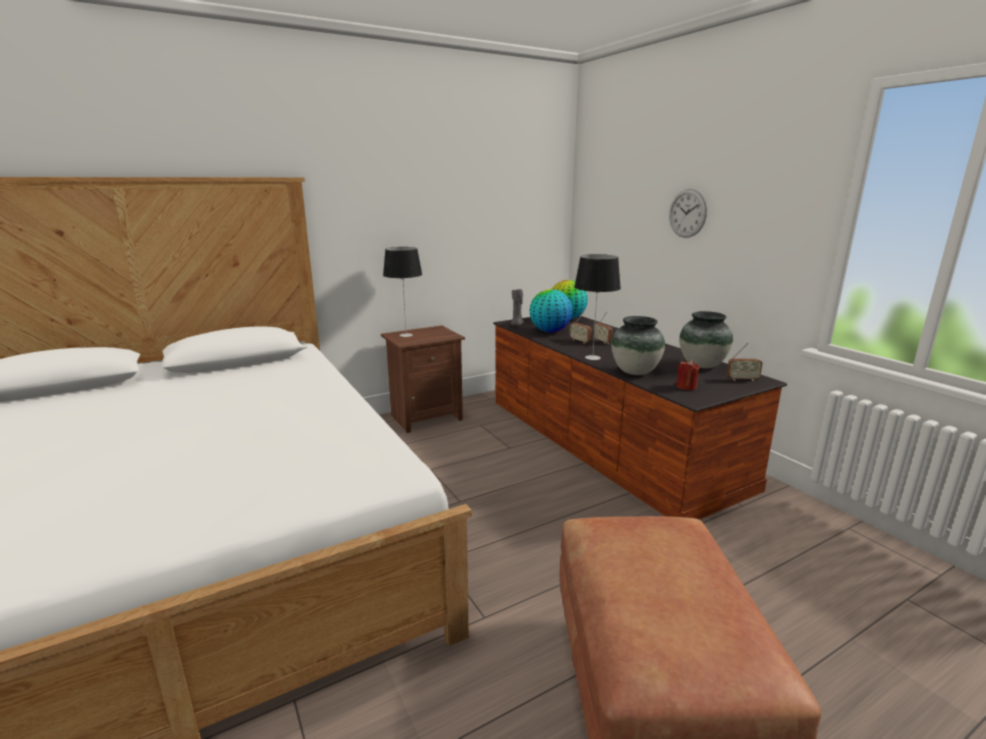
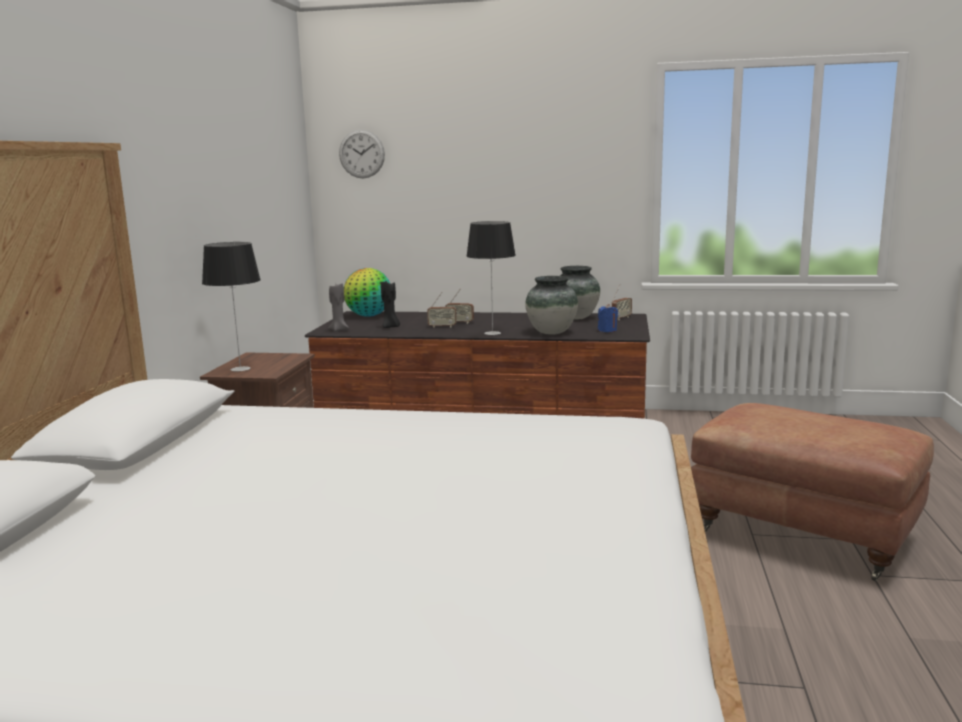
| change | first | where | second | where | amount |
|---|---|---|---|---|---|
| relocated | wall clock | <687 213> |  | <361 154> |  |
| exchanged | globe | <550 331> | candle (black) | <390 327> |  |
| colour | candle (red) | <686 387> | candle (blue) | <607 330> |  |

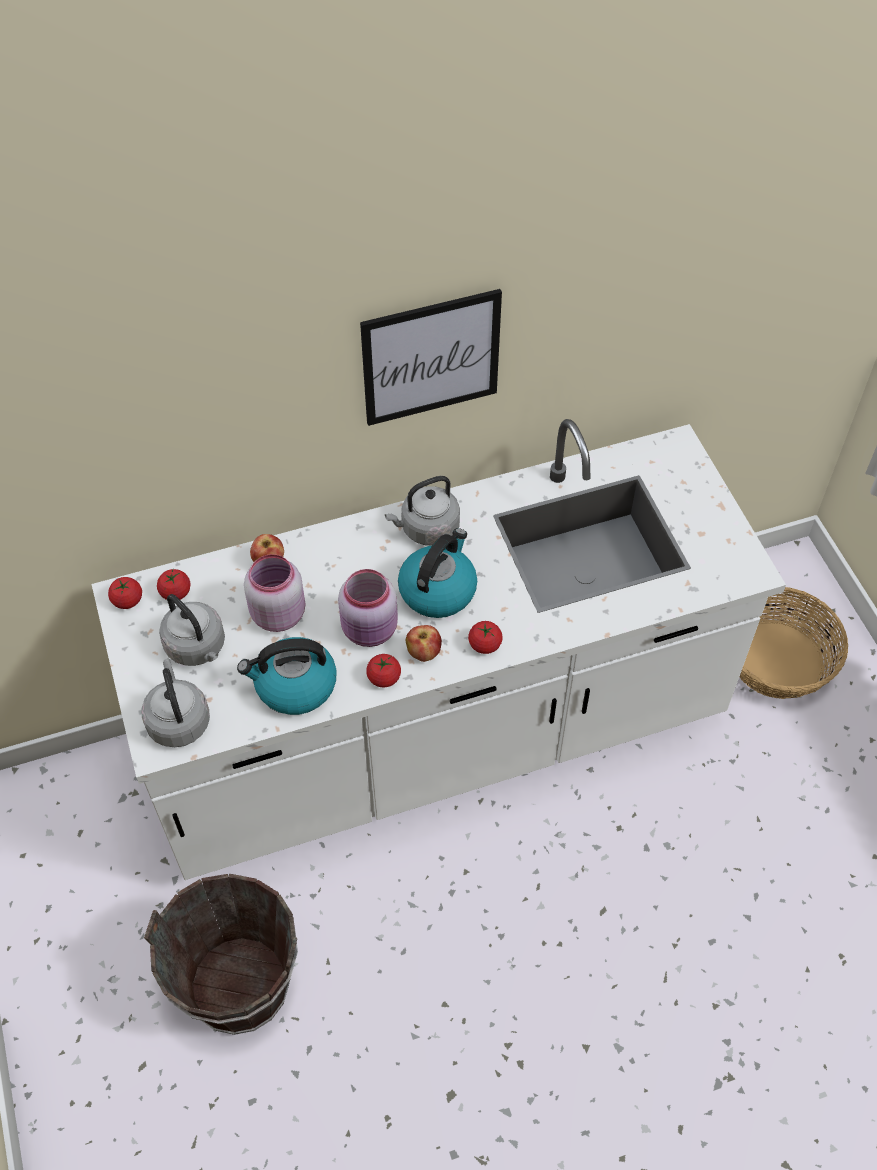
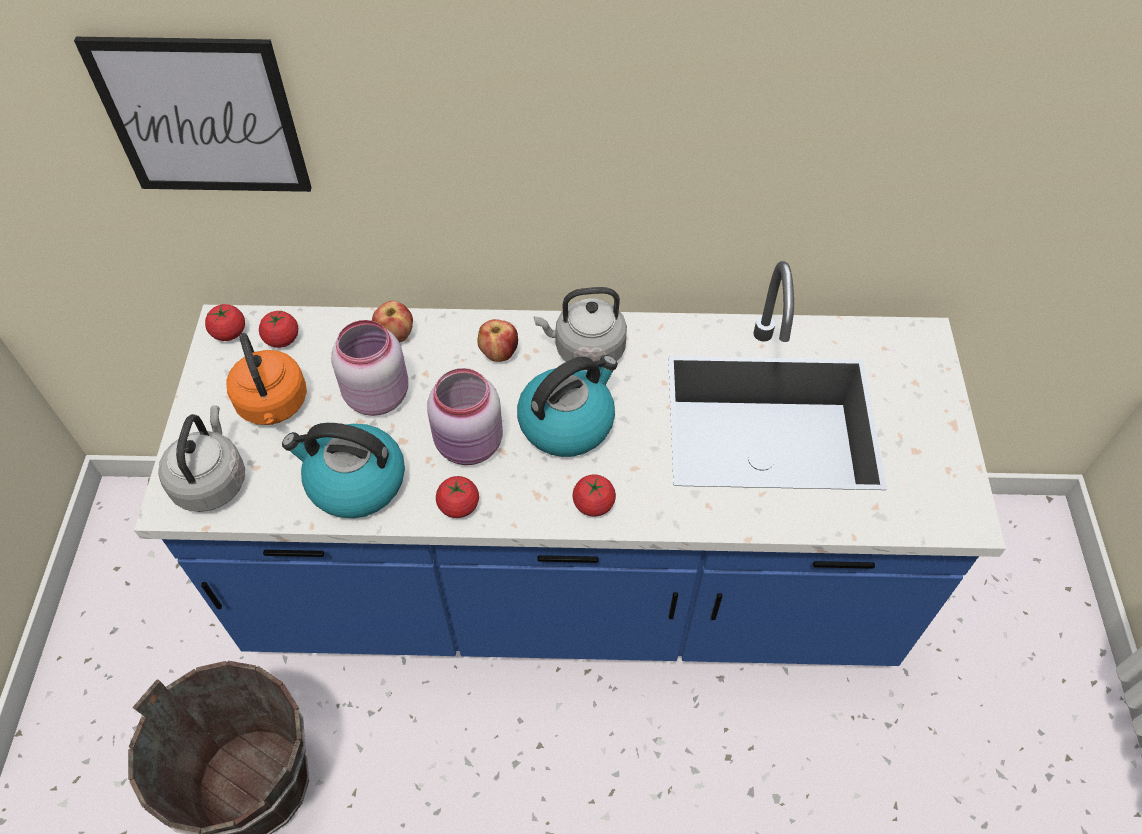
| change | first | where | second | where | amount |
|---|---|---|---|---|---|
| missing | basket | <777 659> |  |  |  |
| relocated | picture | <431 357> |  | <202 117> |  |
| relocated | apple | <424 652> |  | <499 353> |  |
| colour | counter (white) | <439 737> | counter (blue) | <571 586> |  |
| colour | kettle (grey) | <197 647> | kettle (orange) | <273 405> |  |

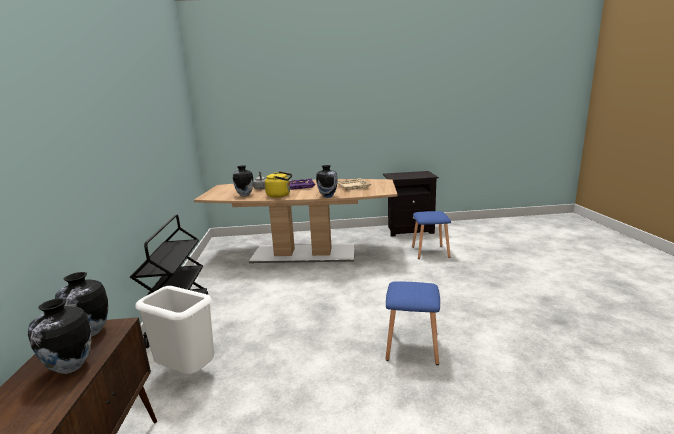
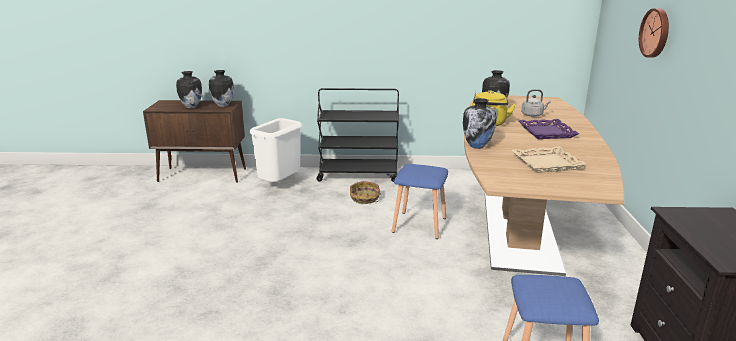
| change | first | where | second | where | amount |
|---|---|---|---|---|---|
| appeared |  |  | basket | <365 198> |  |
| appeared |  |  | wall clock | <656 33> |  |
| relocated | stool (blue) | <411 347> |  | <419 224> |  |

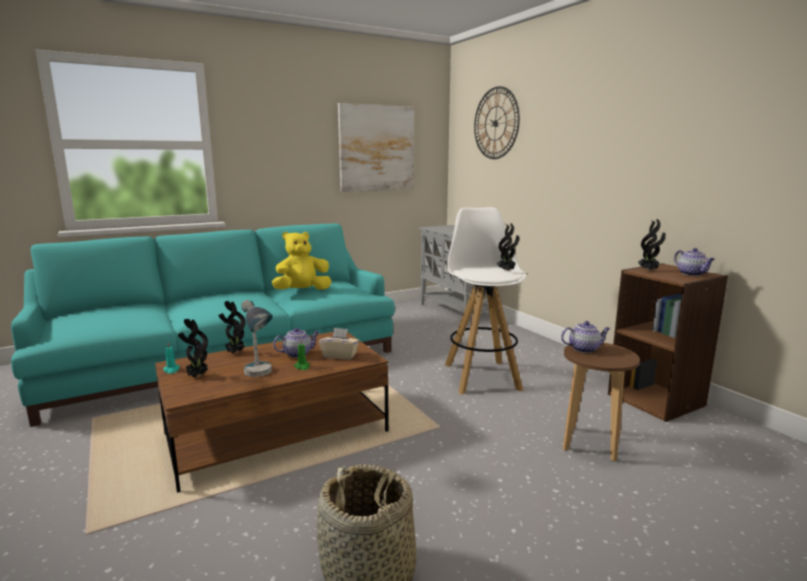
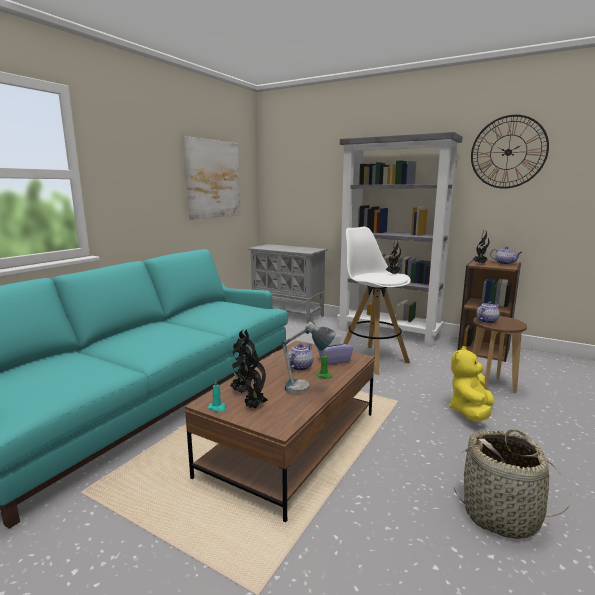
| change | first | where | second | where | amount |
|---|---|---|---|---|---|
| appeared |  |  | potted plant | <241 392> |  |
| appeared |  |  | bookcase (grey) | <389 332> |  |
| relocated | plush toy (yellow) | <302 291> |  | <470 412> |  |
| relocated | wall clock | <495 123> |  | <508 152> |  |
| colour | tissue box (beige) | <340 355> | tissue box (purple) | <334 360> |  |

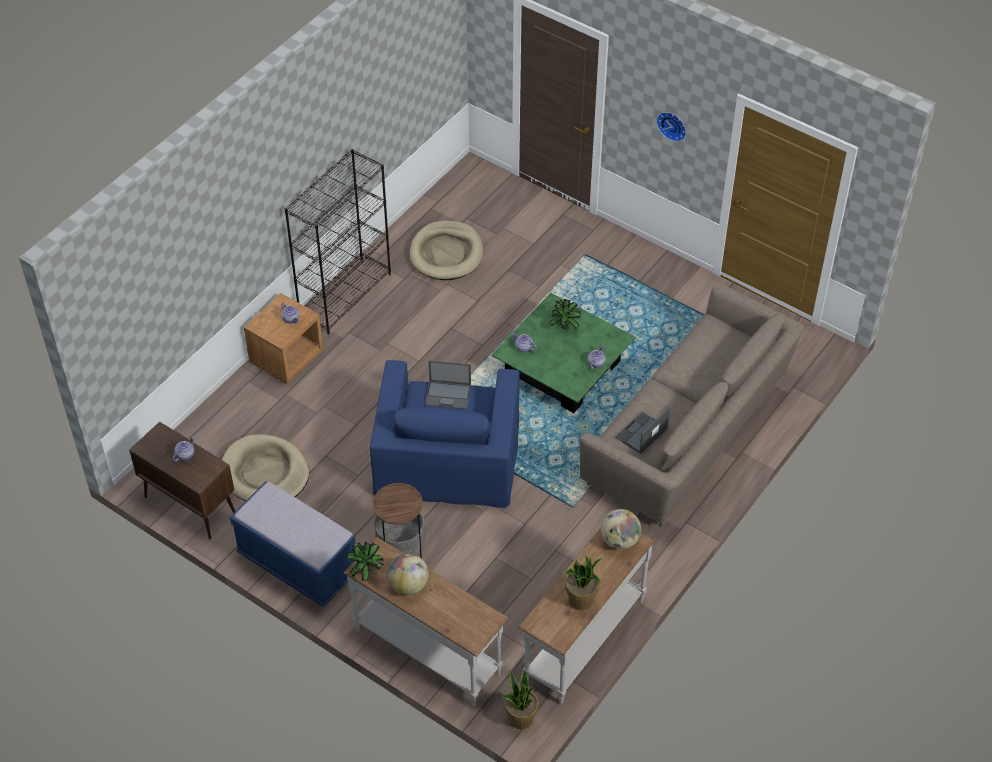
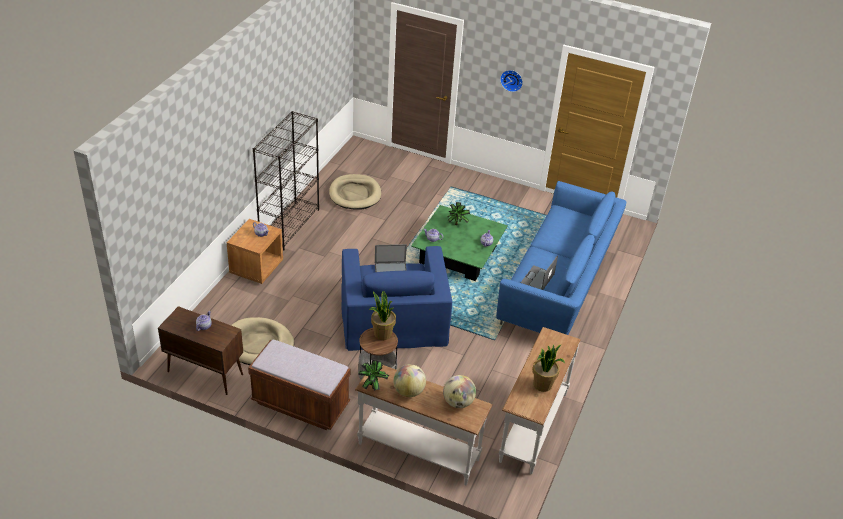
| change | first | where | second | where | amount |
|---|---|---|---|---|---|
| relocated | potted plant | <520 719> |  | <382 334> |  |
| relocated | globe | <619 540> |  | <458 402> |  |
| colour | bench (blue) | <297 565> | bench (brown) | <300 404> |  |
| colour | sofa (beige) | <689 432> | sofa (blue) | <558 284> |  |

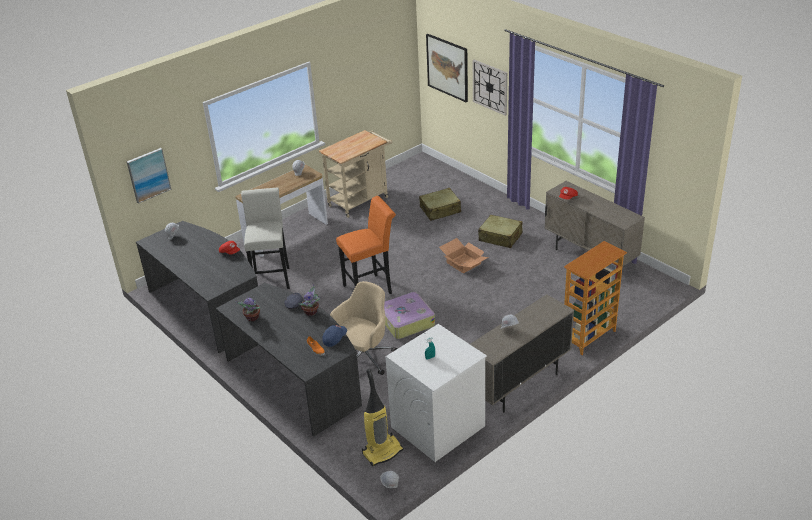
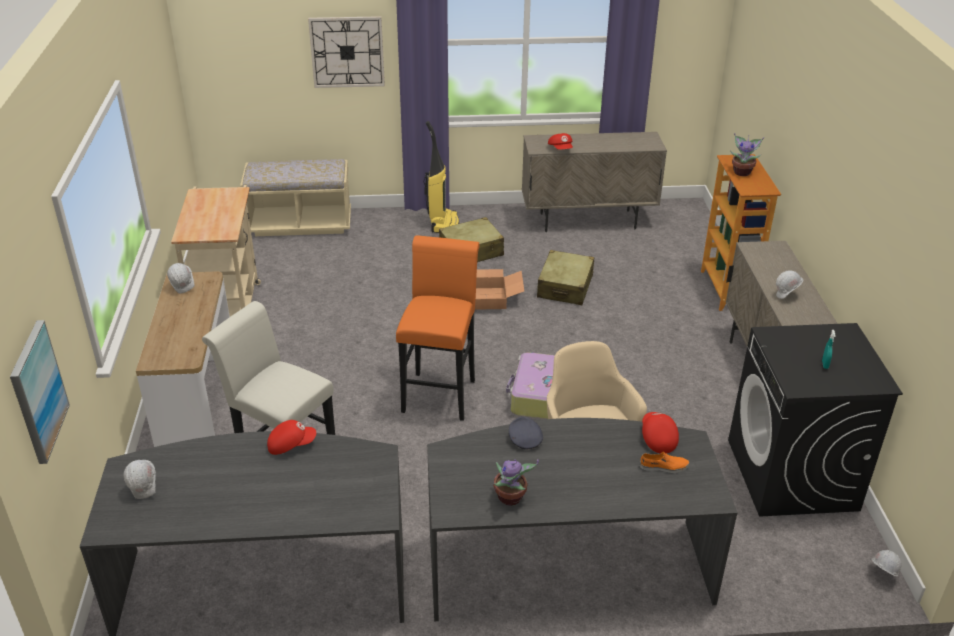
| change | first | where | second | where | amount |
|---|---|---|---|---|---|
| missing | picture | <447 67> |  |  |  |
| appeared |  |  | bench (beige) | <300 224> |  |
| relocated | potted plant | <311 312> |  | <742 172> |  |
| relocated | vacuum cleaner | <382 451> |  | <443 223> |  |
| relocated | suitcase (beige) | <440 210> |  | <565 287> |  |
| colour | cap (blue) | <334 339> | cap (red) | <657 438> |  |
| colour | washing machine (white) | <437 427> | washing machine (black) | <792 475> |  |

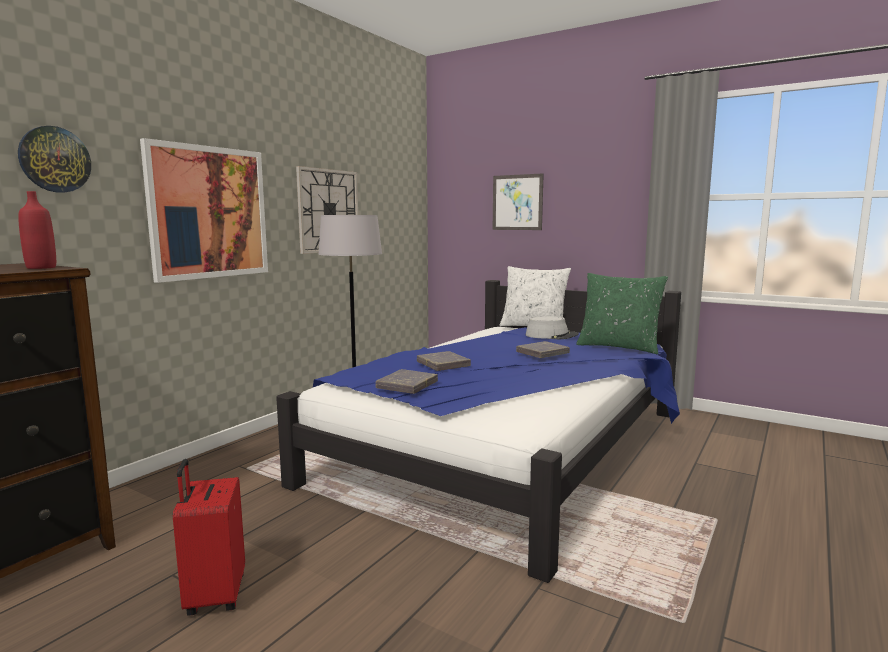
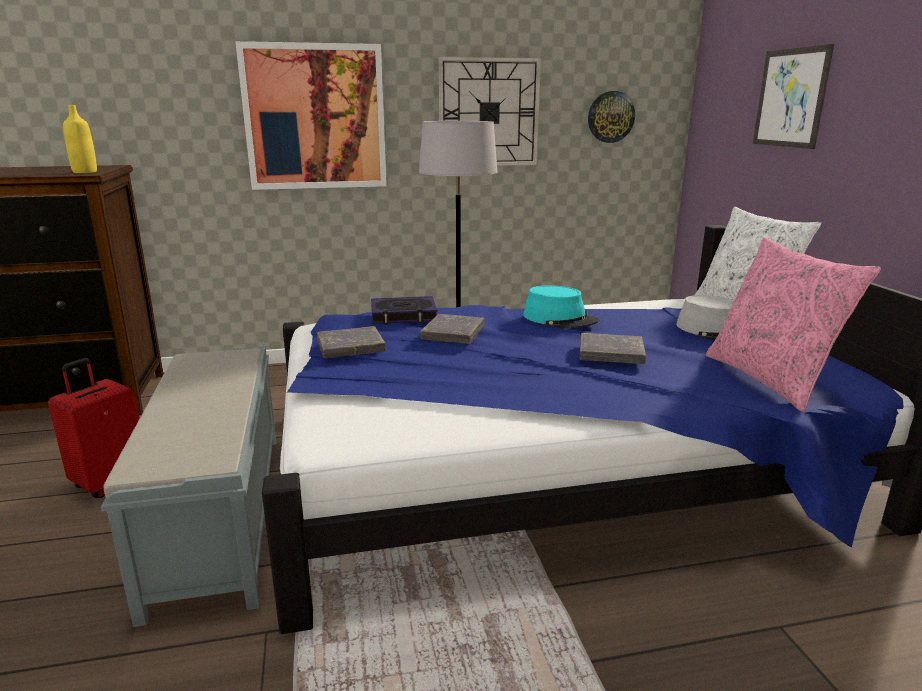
| change | first | where | second | where | amount |
|---|---|---|---|---|---|
| appeared |  |  | bench (grey) | <220 516> |  |
| appeared |  |  | book | <403 315> |  |
| appeared |  |  | hat (turquoise) | <560 319> |  |
| relocated | wall clock | <55 159> |  | <610 117> |  |
| colour | bottle (red) | <41 267> | bottle (yellow) | <85 172> |  |
| colour | pillow (green) | <619 347> | pillow (pink) | <770 379> |  |

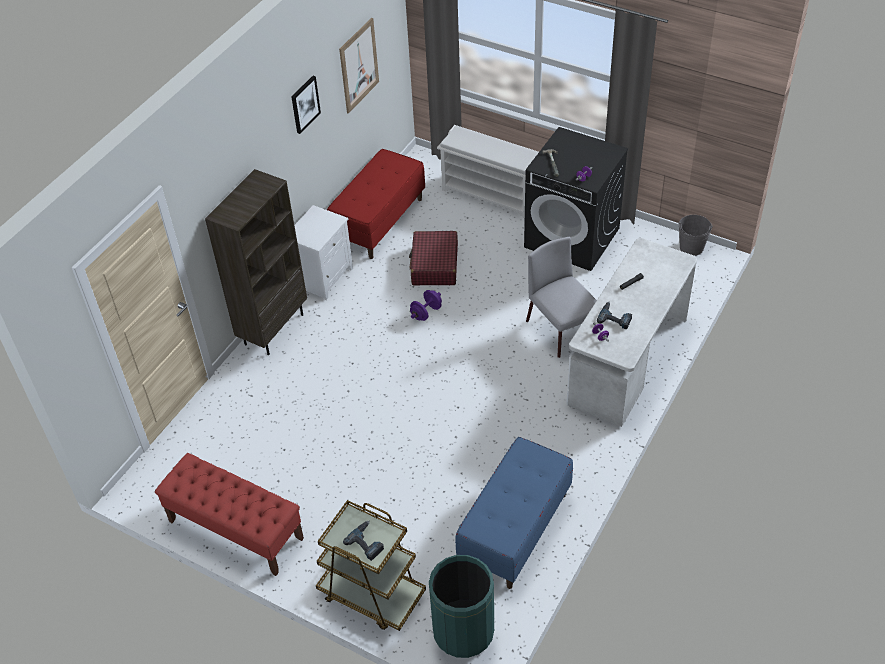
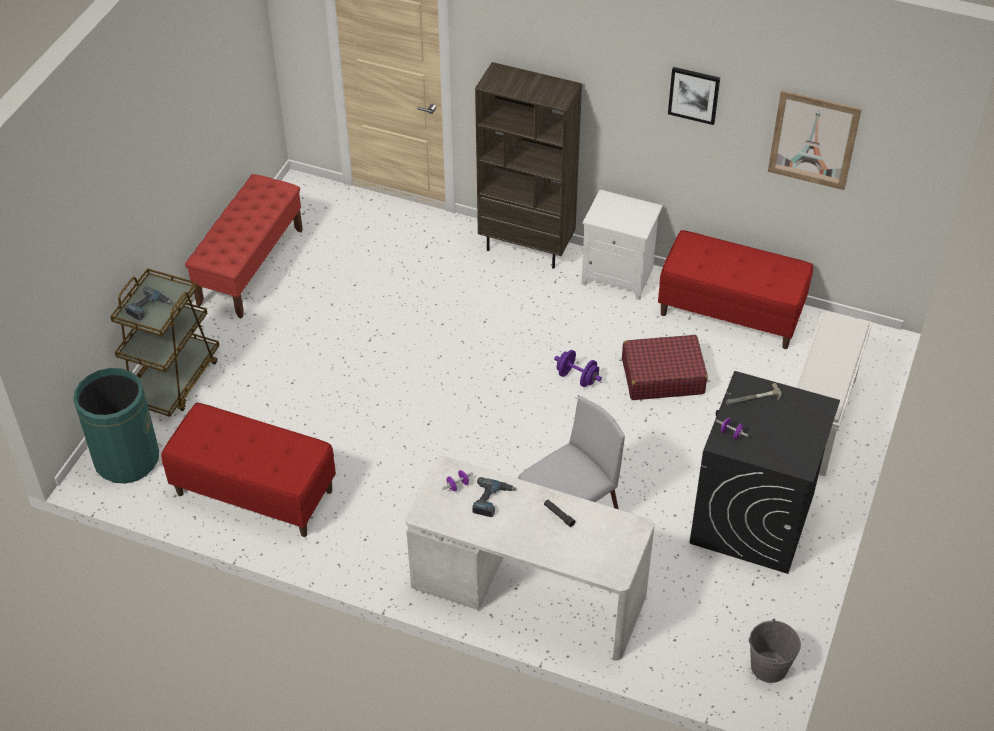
| change | first | where | second | where | amount |
|---|---|---|---|---|---|
| colour | bench (blue) | <515 530> | bench (red) | <254 493> |  |

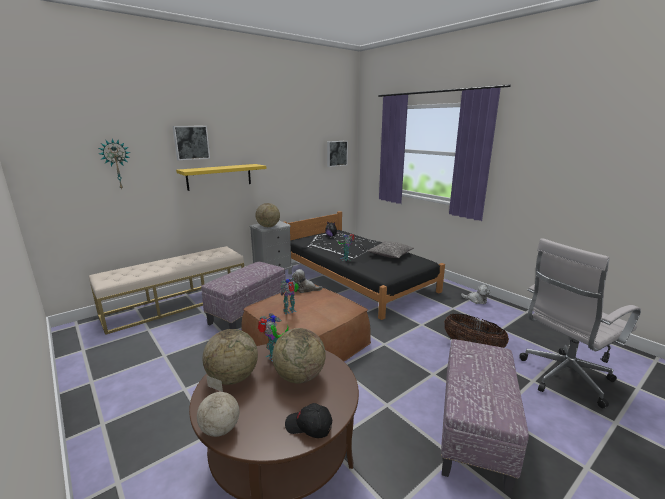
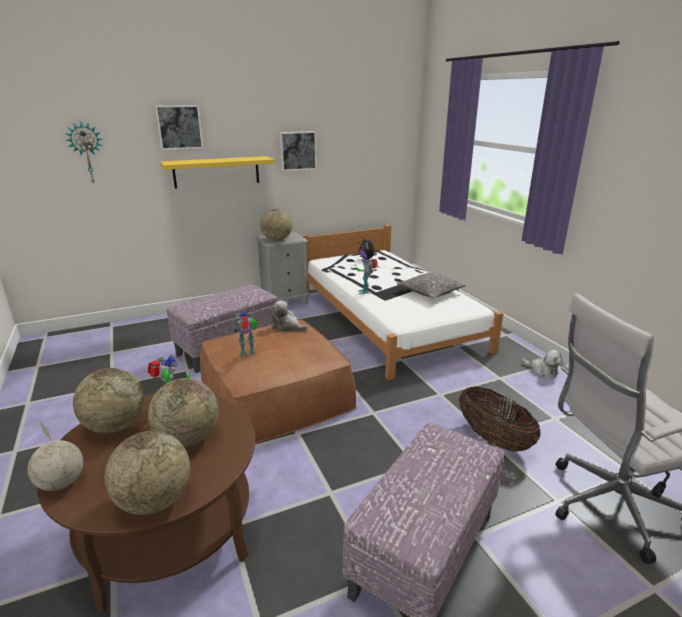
| change | first | where | second | where | amount |
|---|---|---|---|---|---|
| missing | bench (beige) | <177 303> |  |  |  |
| relocated | picture | <336 153> |  | <297 150> |  |
| exchanged | cap (black) | <309 427> | globe | <155 501> |  |
| colour | bed (black) | <356 278> | bed (white) | <387 318> |  |

